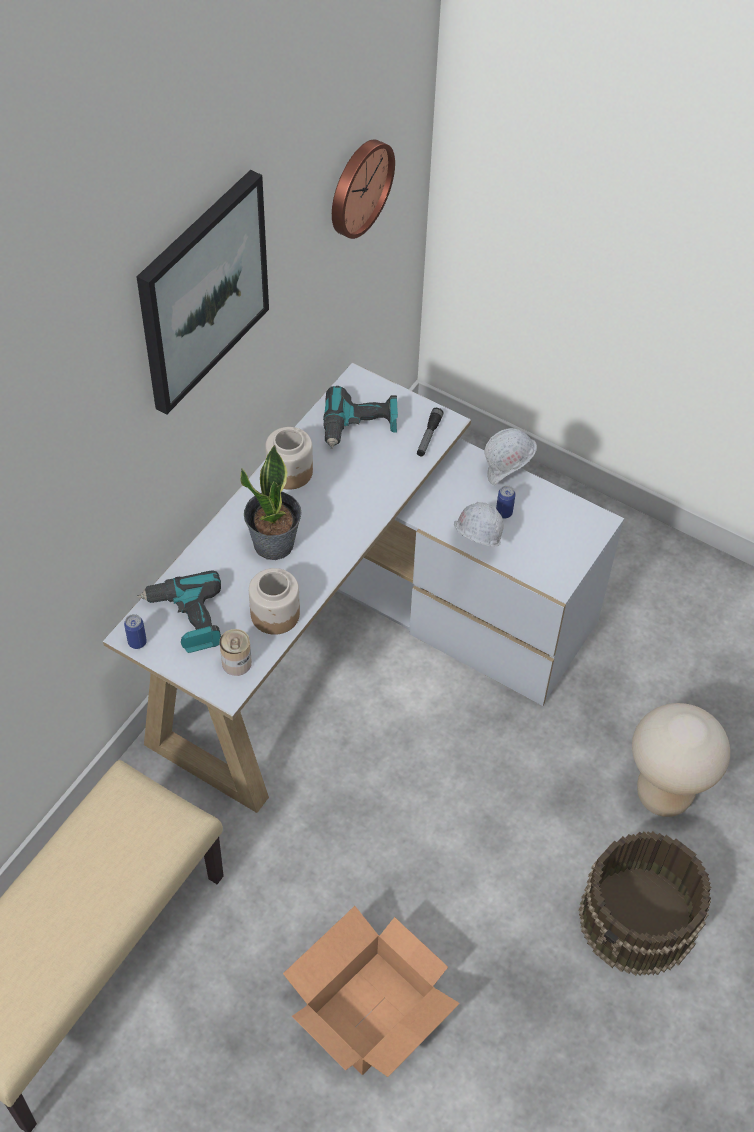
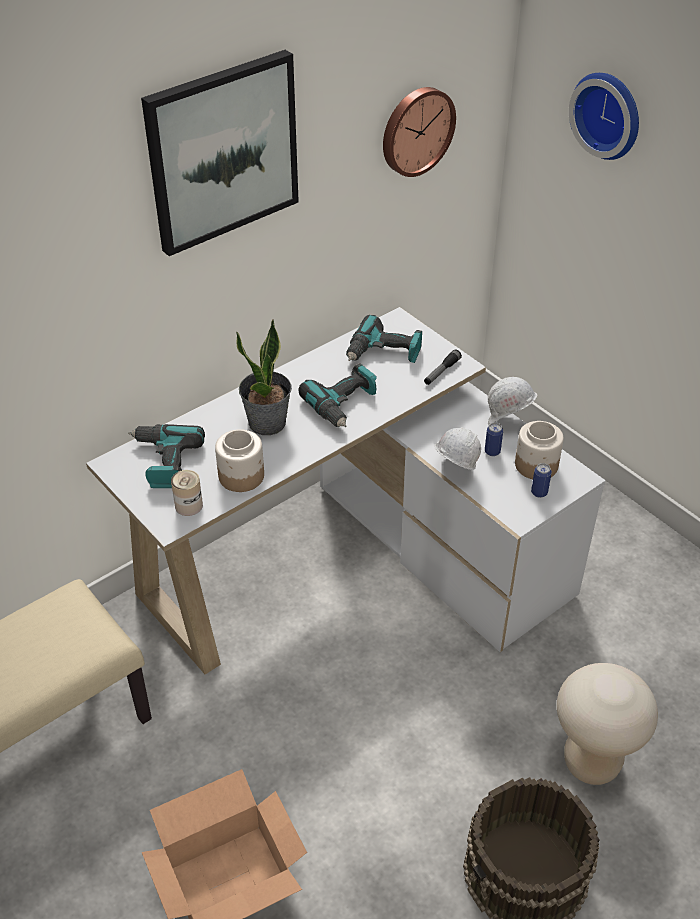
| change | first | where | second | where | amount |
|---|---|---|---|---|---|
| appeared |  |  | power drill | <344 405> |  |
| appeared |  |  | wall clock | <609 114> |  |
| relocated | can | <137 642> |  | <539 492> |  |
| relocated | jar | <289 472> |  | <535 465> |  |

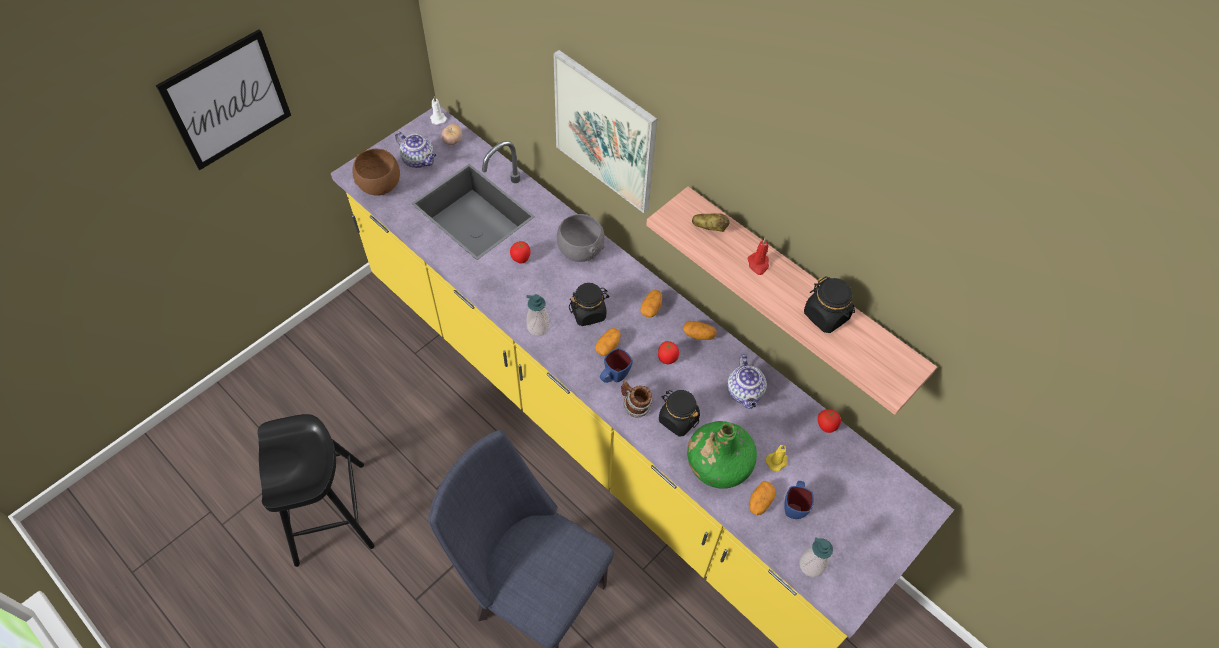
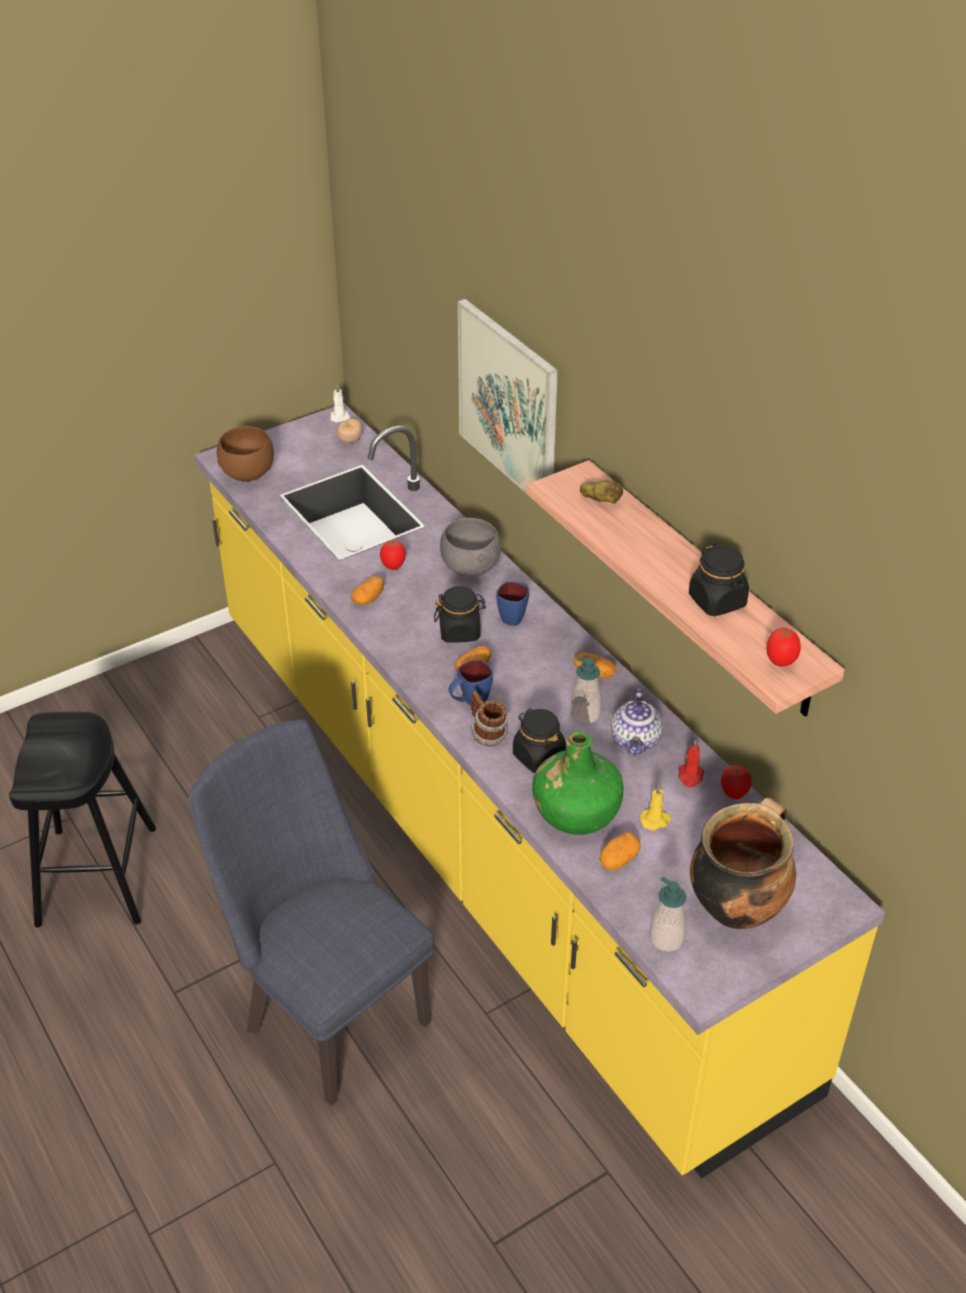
| change | first | where | second | where | amount |
|---|---|---|---|---|---|
| missing | picture | <227 100> |  |  |  |
| missing | teapot | <419 160> |  |  |  |
| appeared |  |  | cooking pot | <736 906> |  |
| relocated | soap dispenser | <538 327> |  | <585 714> |  |
| relocated | potato | <651 308> |  | <368 598> |  |
| relocated | tomato | <667 359> |  | <781 662> |  |
| relocated | candle (red) | <758 264> |  | <690 776> |  |
| relocated | mug (blue) | <794 506> |  | <515 616> |  |

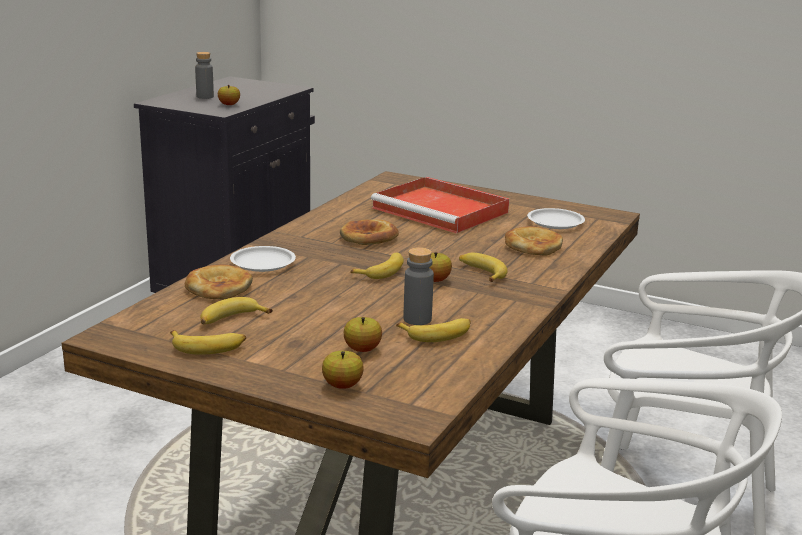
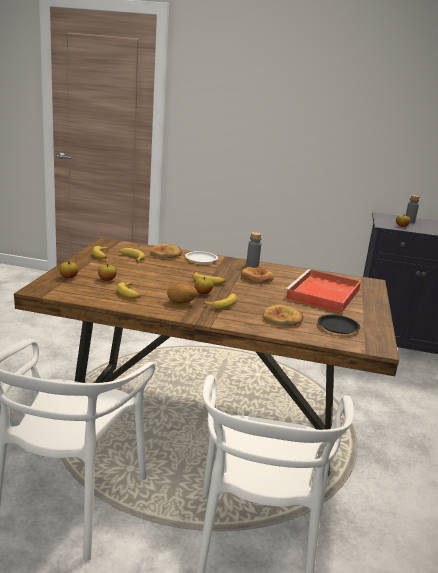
| change | first | where | second | where | amount |
|---|---|---|---|---|---|
| appeared |  |  | potato | <181 303> |  |
| relocated | bottle (grey) | <417 319> |  | <252 265> |  |
| colour | plate (white) | <555 222> | plate (black) | <337 327> |  |

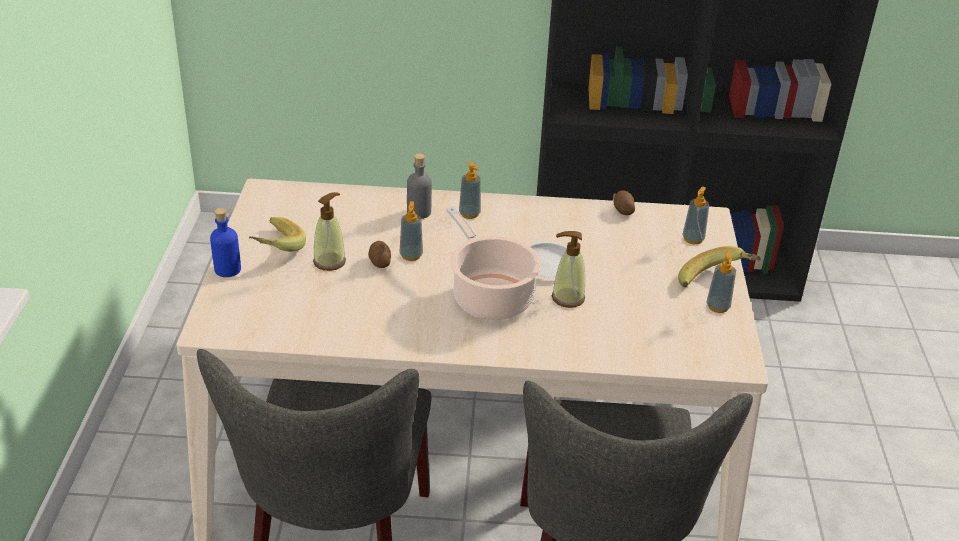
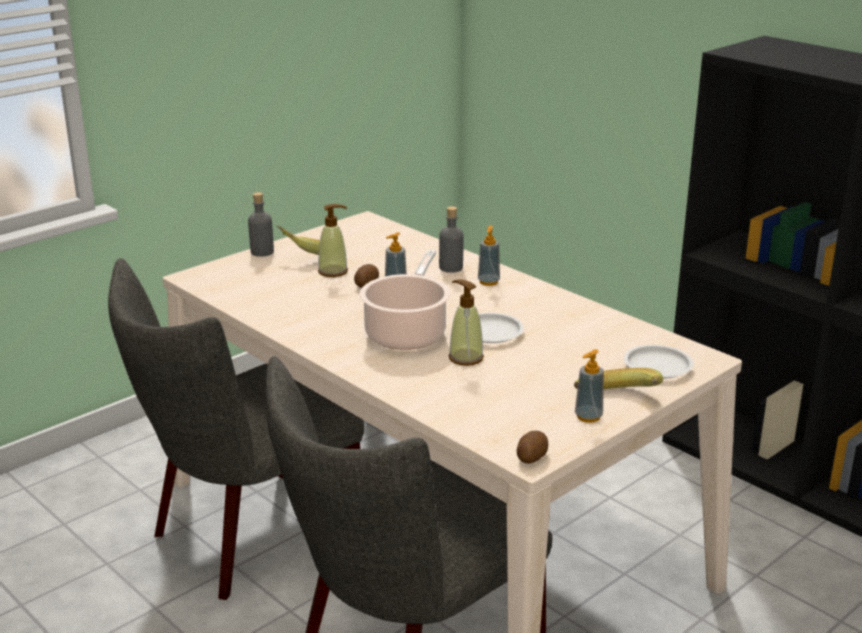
| change | first | where | second | where | amount |
|---|---|---|---|---|---|
| relocated | potato | <623 210> |  | <531 457> |  |
| exchanged | soap dispenser | <693 239> | plate (white) | <658 366> |  |
| colour | bottle (blue) | <227 269> | bottle (grey) | <262 252> |  |

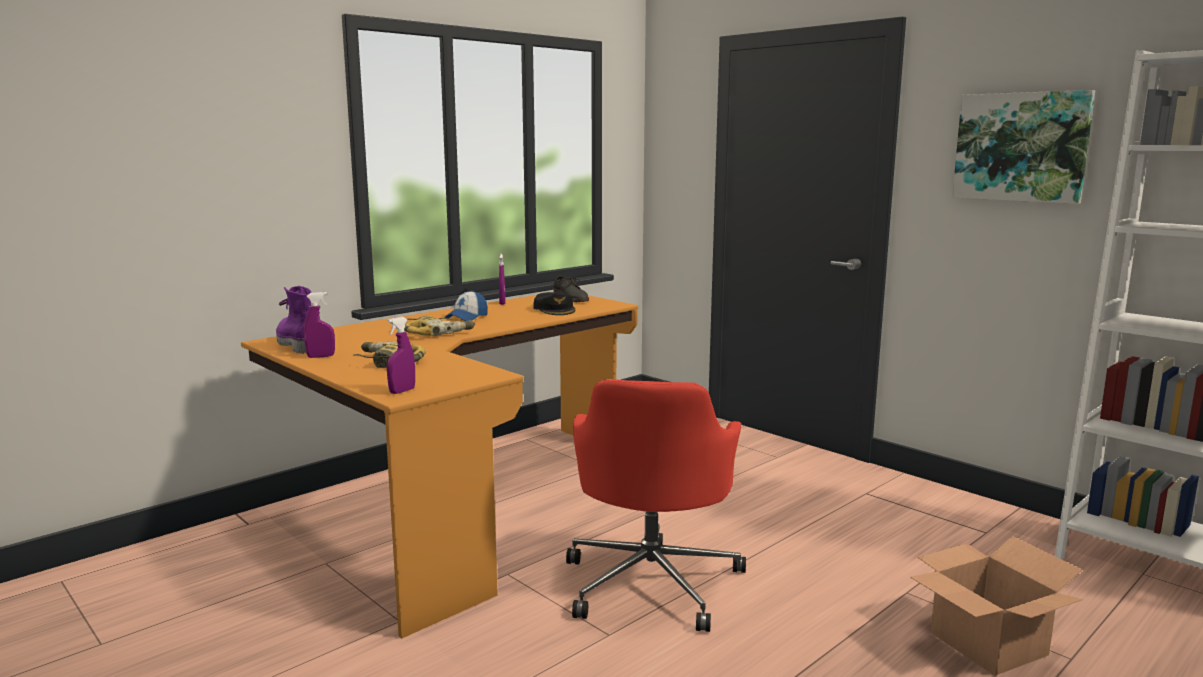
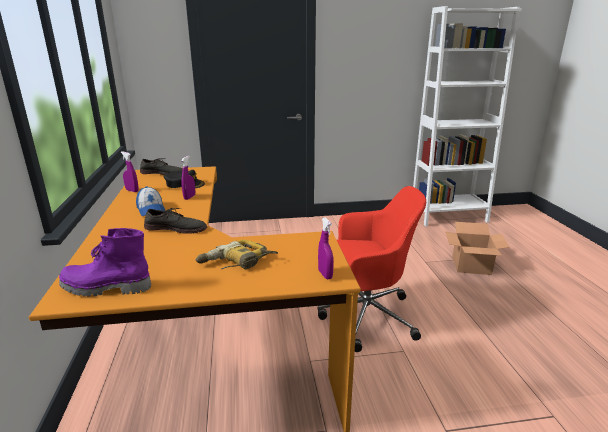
| change | first | where | second | where | amount |
|---|---|---|---|---|---|
| missing | picture | <1021 147> |  |  |  |
| relocated | spray bottle (purple) | <321 356> |  | <189 197> |  |
| exchanged | power drill | <435 333> | shoe (grey) | <176 228> |  |
| spun | office chair (red) | <652 582> |  | <364 316> | 45 degrees counterclockwise |

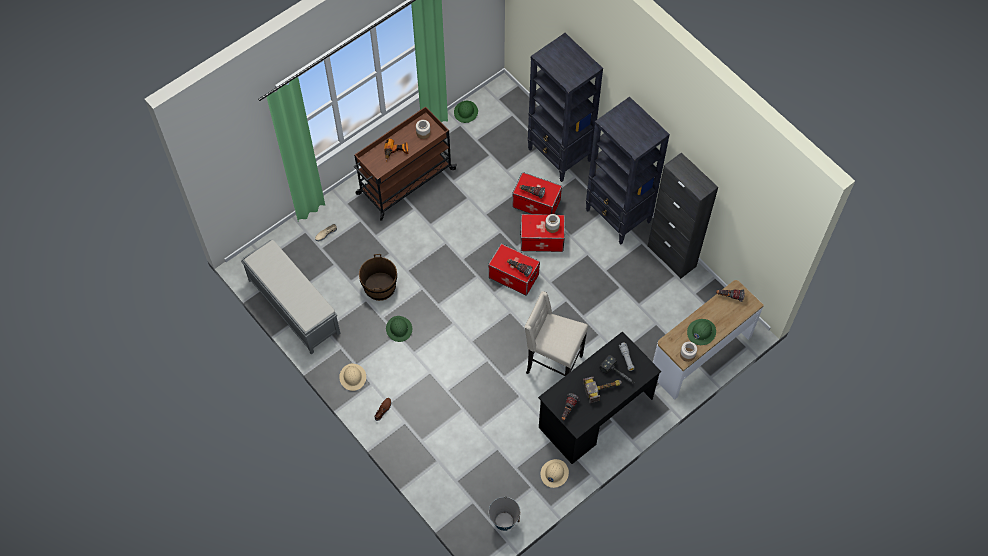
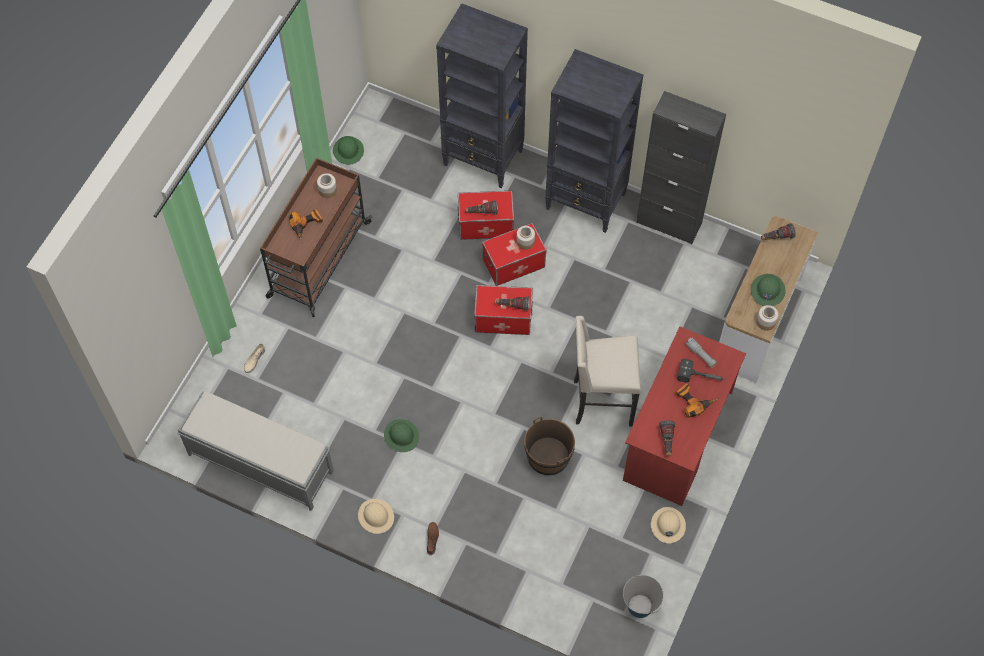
| change | first | where | second | where | amount |
|---|---|---|---|---|---|
| relocated | bucket (brown) | <379 287> |  | <548 457> |  |
| exchanged | hammer | <603 388> | power drill | <693 400> |  |
| colour | desk (black) | <595 413> | desk (red) | <677 436> |  |

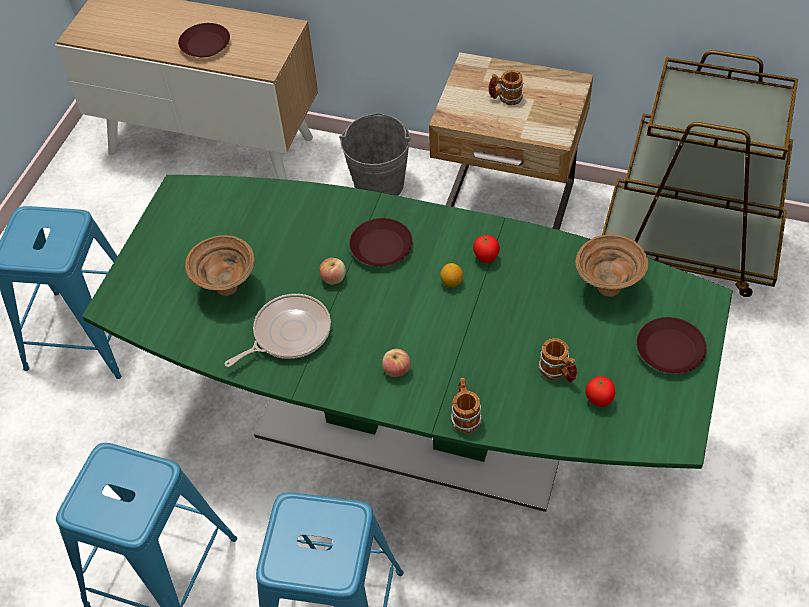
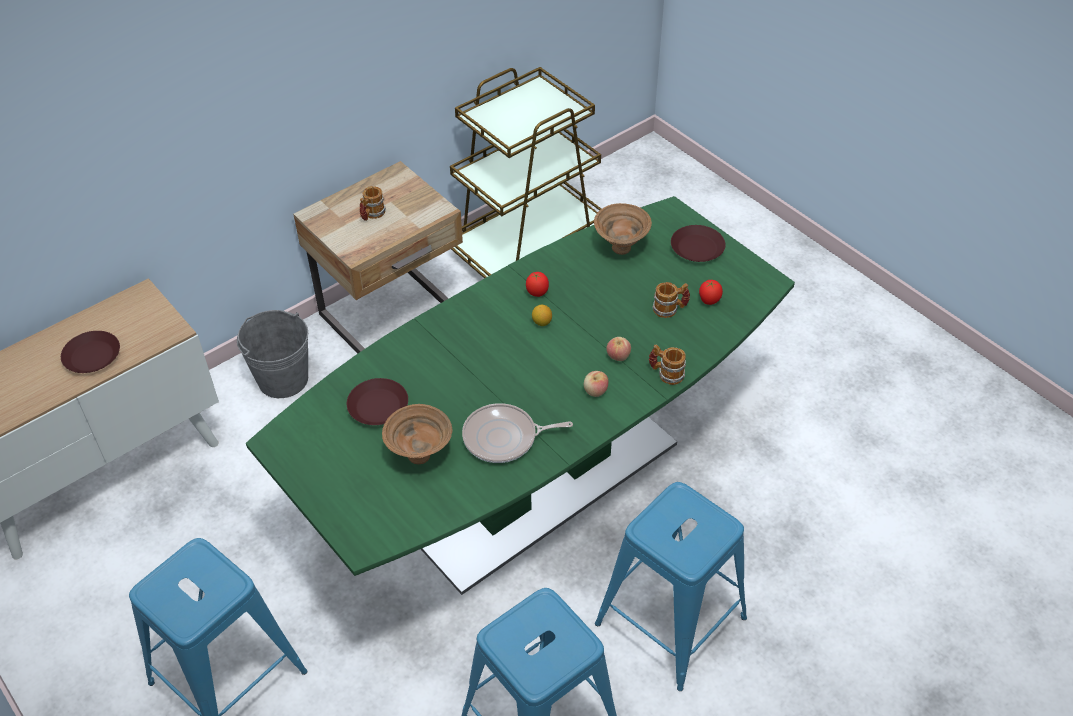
| change | first | where | second | where | amount |
|---|---|---|---|---|---|
| relocated | apple | <333 278> |  | <618 356> |  |
| relocated | plate (brown) | <382 247> |  | <379 406> |  |
| spun | frying pan | <288 333> |  | <504 438> | 90 degrees counterclockwise |

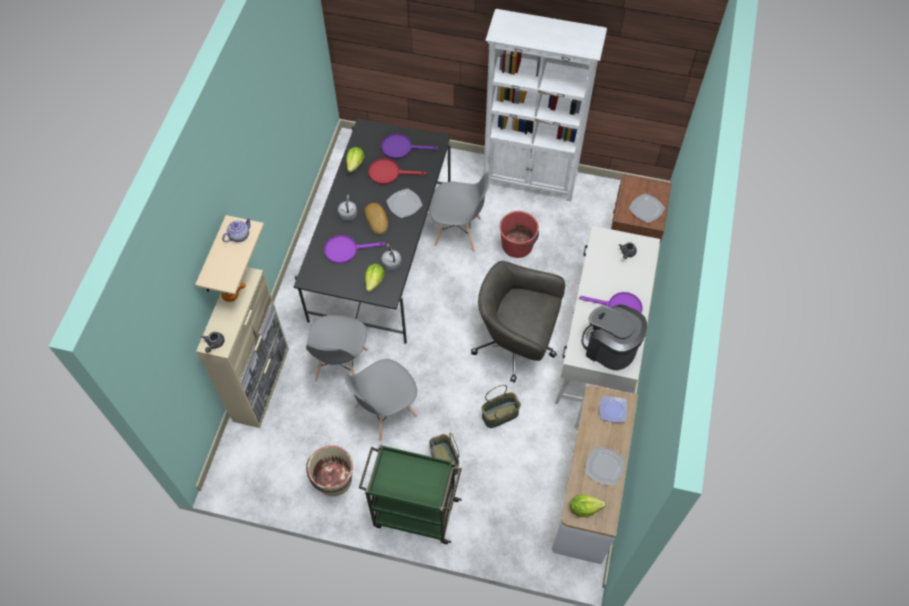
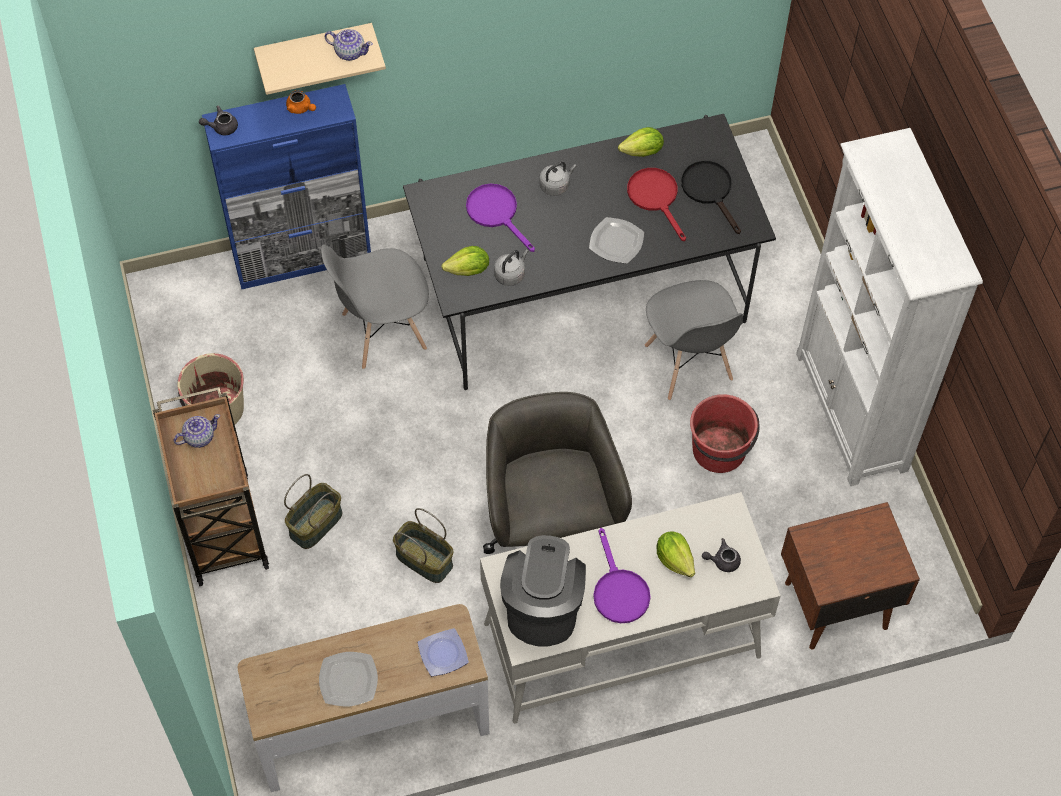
| change | first | where | second | where | amount |
|---|---|---|---|---|---|
| missing | chair (grey) | <385 412> |  |  |  |
| missing | bread | <377 220> |  |  |  |
| missing | plate | <647 209> |  |  |  |
| appeared |  |  | teapot | <199 437> |  |
| relocated | lettuce | <584 508> |  | <675 559> |  |
| colour | cabinet (beige) | <261 384> | cabinet (blue) | <303 257> |  |
| colour | cart (green) | <414 513> | cart (brown) | <222 525> |  |
| colour | frying pan (purple) | <401 148> | frying pan (black) | <710 191> |  |

